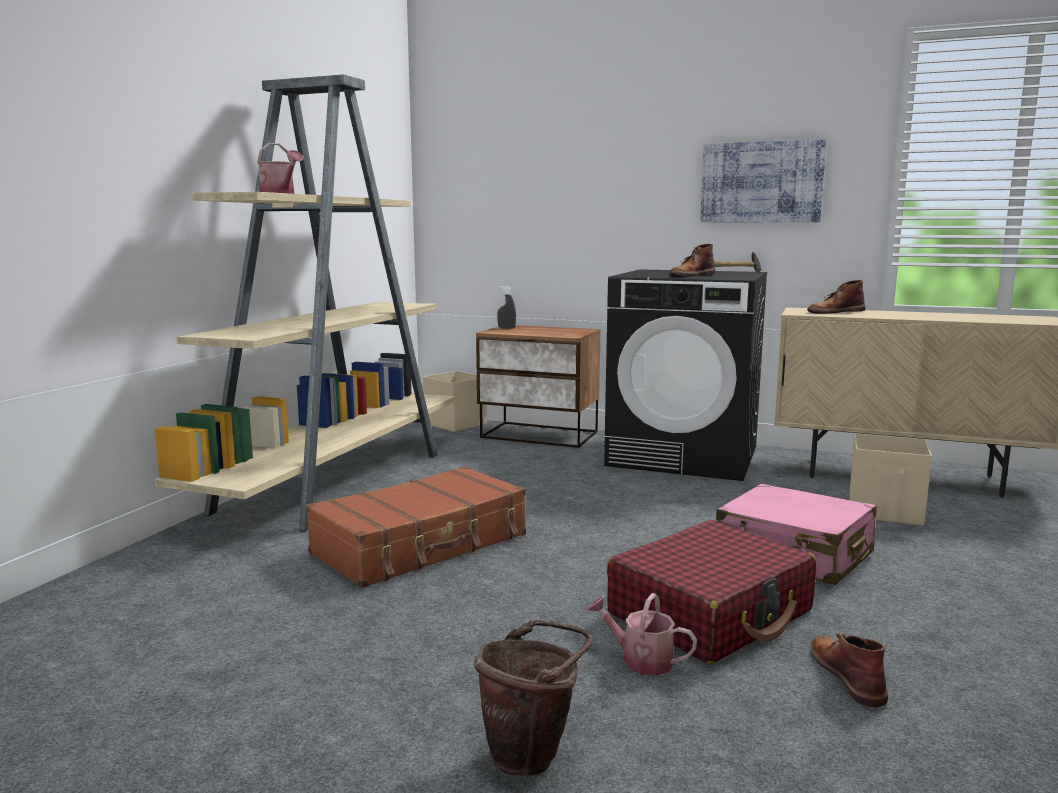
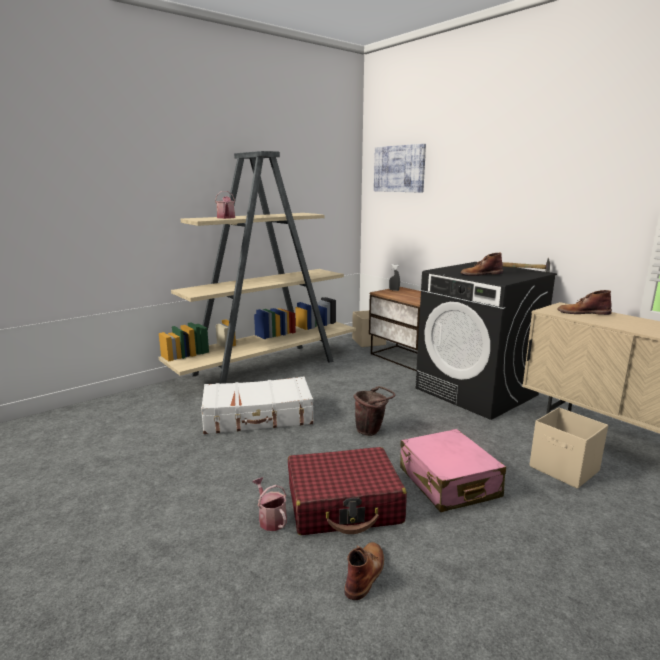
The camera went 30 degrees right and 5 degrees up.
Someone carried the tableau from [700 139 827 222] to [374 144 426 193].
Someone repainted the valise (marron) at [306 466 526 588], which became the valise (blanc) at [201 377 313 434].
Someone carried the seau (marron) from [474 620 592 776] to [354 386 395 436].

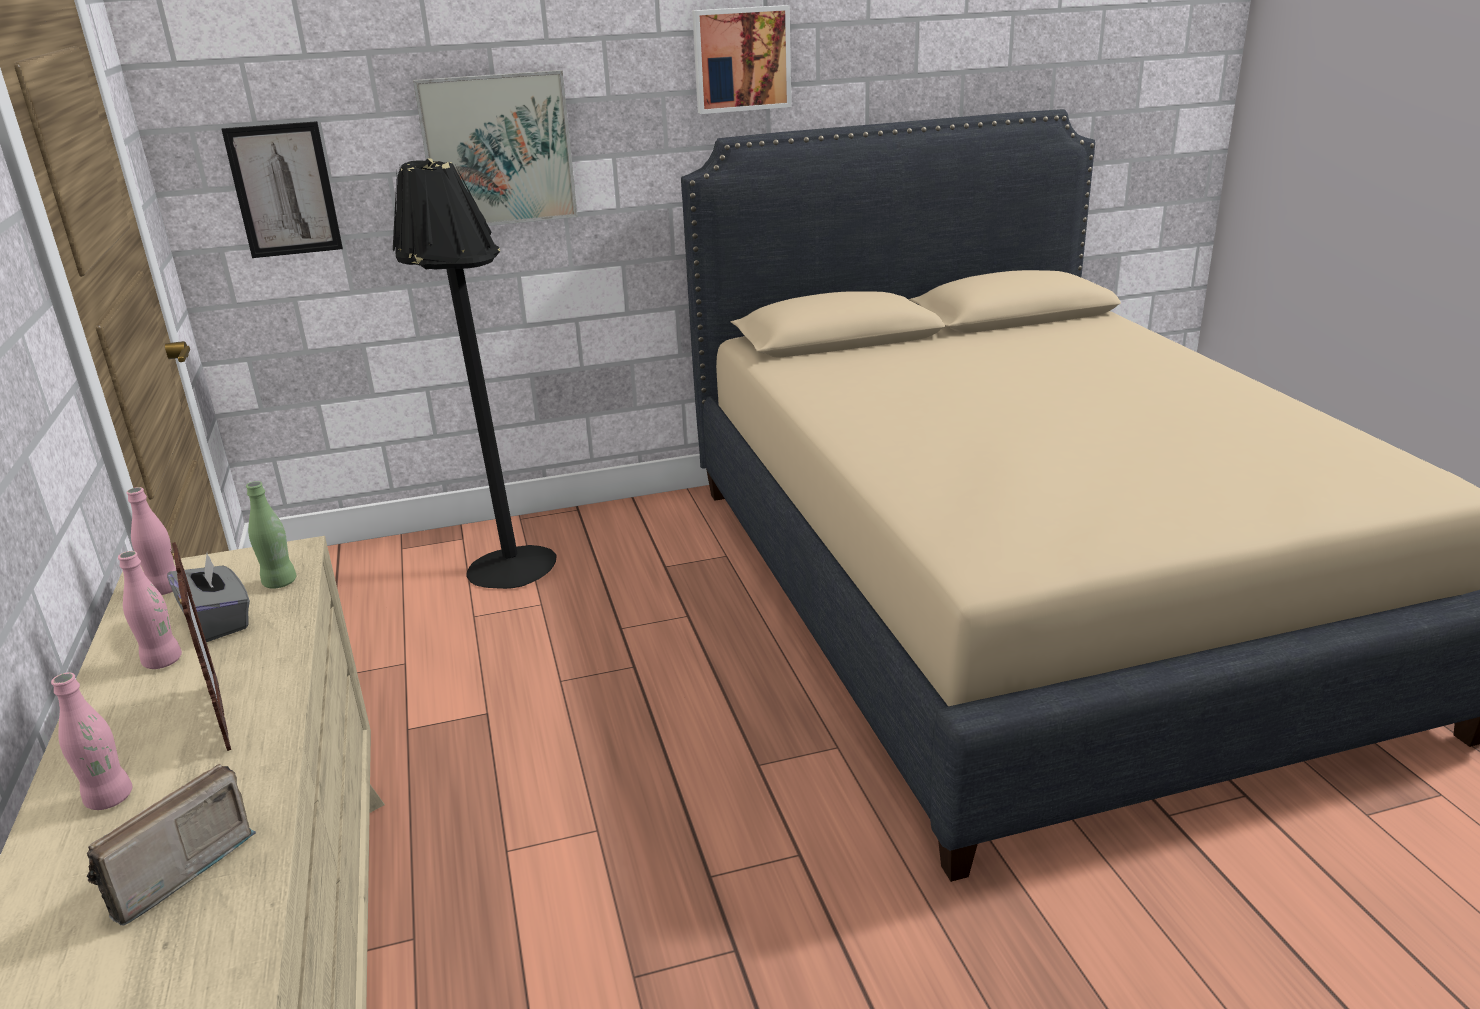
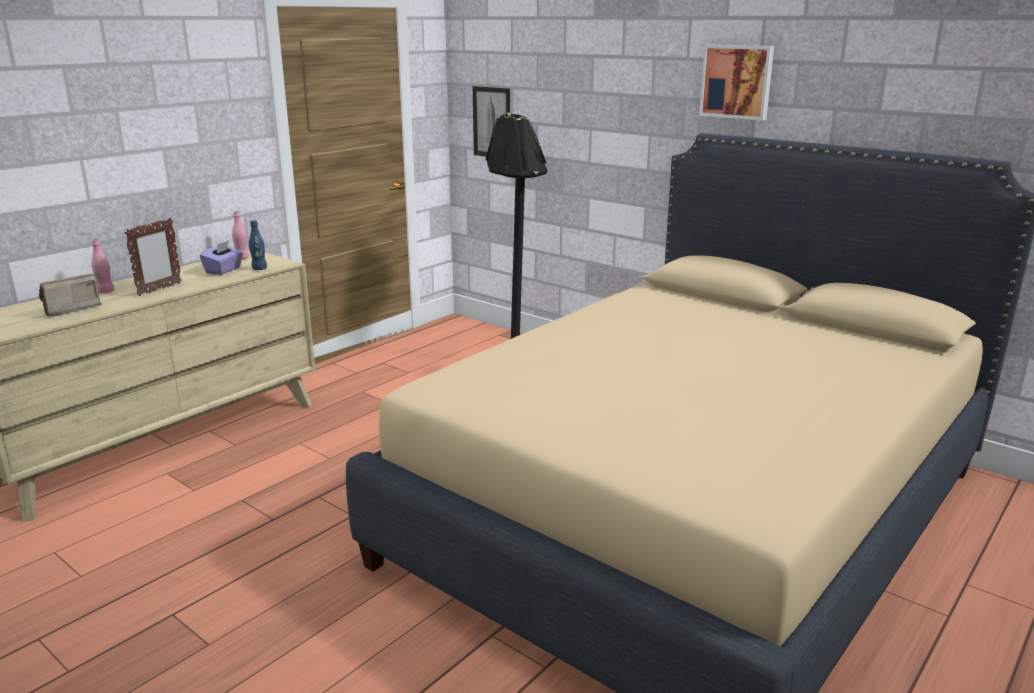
The camera went 55 degrees right and 5 degrees down.
Someone took away the tableau at [413 70 578 226].
Someone repainted the bouteille (vert) at [246 481 297 589], which became the bouteille (bleu) at [249 220 267 270].
Someone took away the bouteille (rose) at [118 551 182 669].
Someone repainted the boîte à mouchoirs (gris) at [167 553 250 642], which became the boîte à mouchoirs (violet) at [200 241 243 275].
Someone rotated the radio at [87 764 256 925] by 45 degrees counterclockwise.

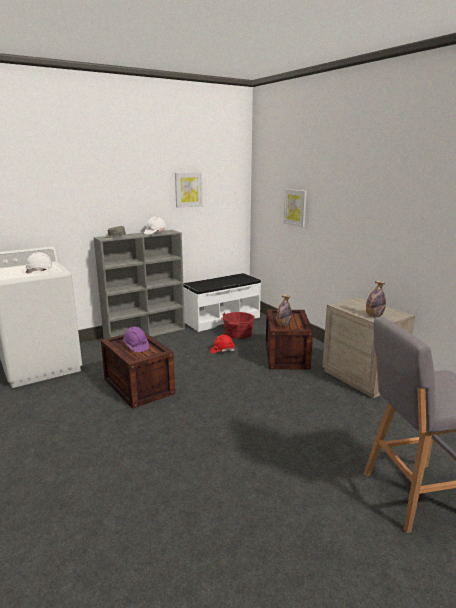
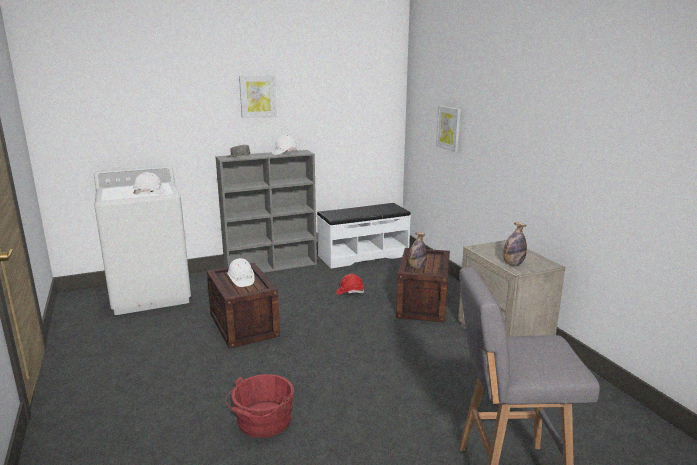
The camera went 10 degrees right and 0 degrees up.
Someone carried the tableau from [175 172 203 208] to [239 75 277 118].
Someone carried the seau (rouge) from [221 312 255 339] to [225 374 294 438].
Someone repainted the casque de chantier (violet) at [123 327 149 352], which became the casque de chantier (blanc) at [227 258 254 287].

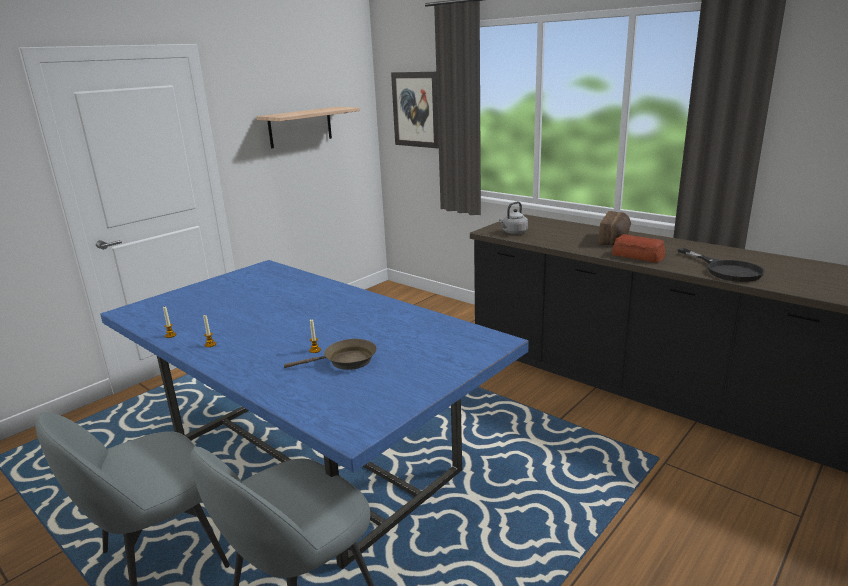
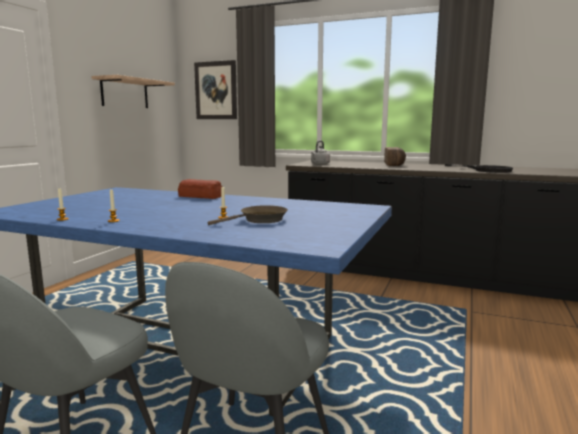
The camera went 20 degrees left and 10 degrees down.
Someone carried the pain from [612 234 665 263] to [178 179 222 199].

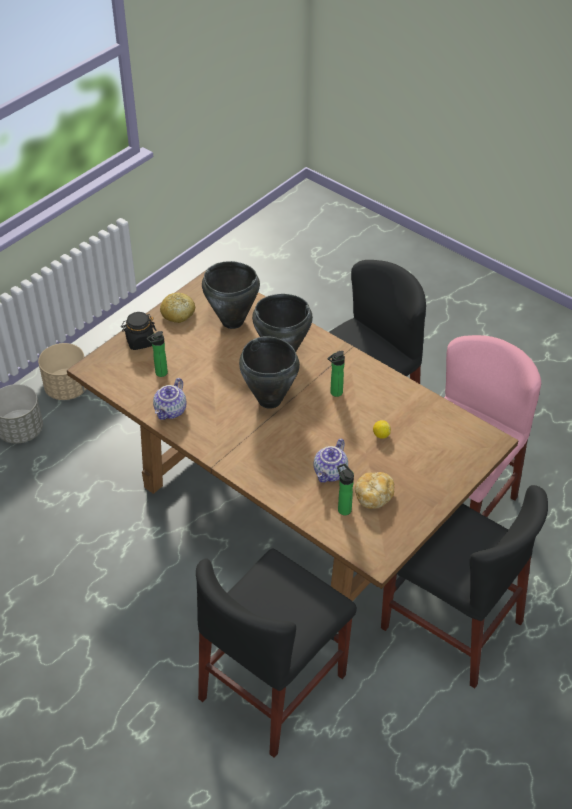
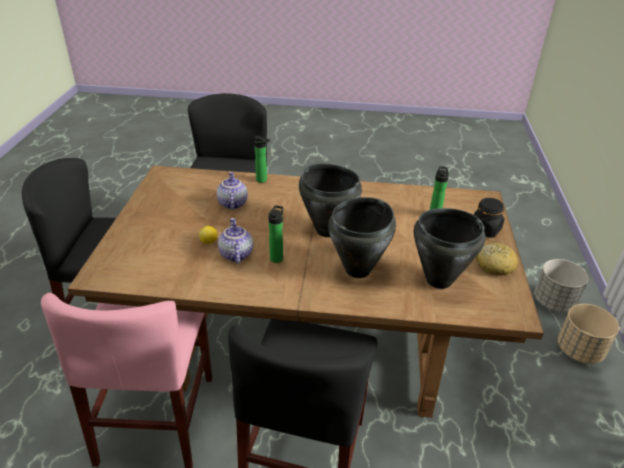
The camera went 145 degrees right and 10 degrees down.
Someone carried the théière from [153 378 186 420] to [218 218 253 264].
Someone carried the bouteille from [337 464 354 515] to [254 136 270 183].
Someone took away the pain at [355 472 394 509].

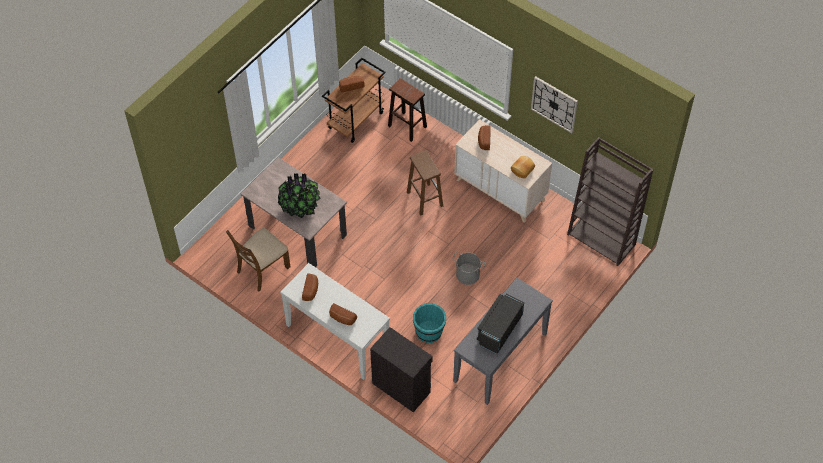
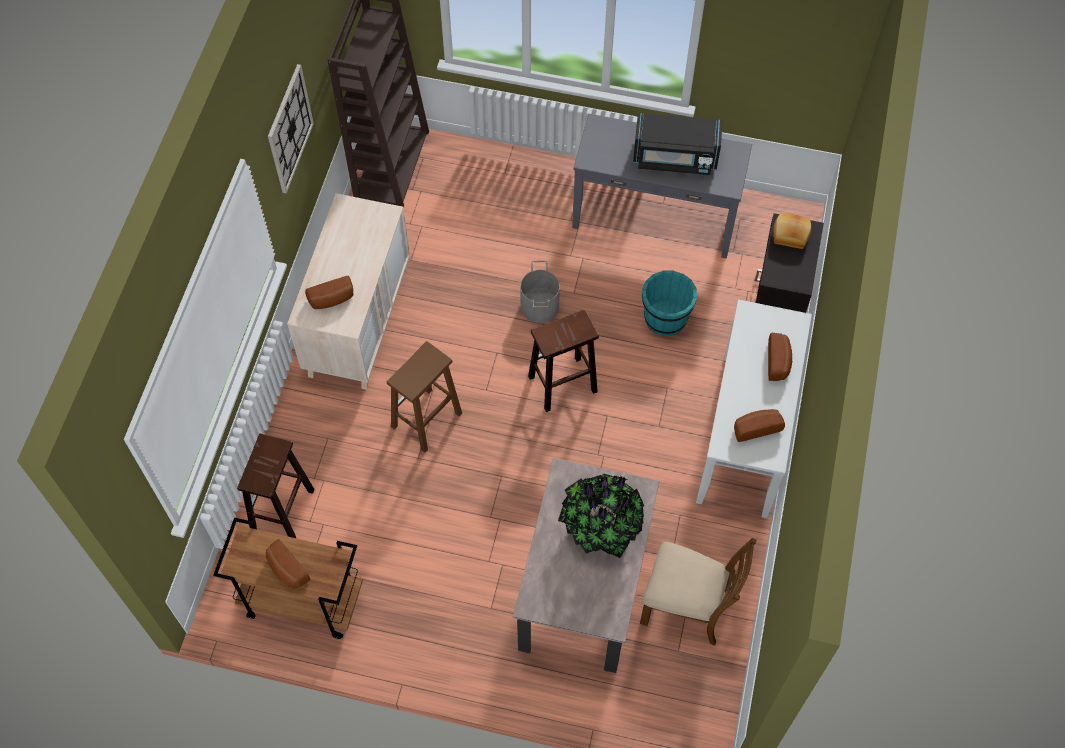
The camera went 115 degrees left and 5 degrees up.
Someone carried the pain from [511 156 535 179] to [773 213 811 249].
Someone put down the tabouret (marron) at [528 310 599 412].

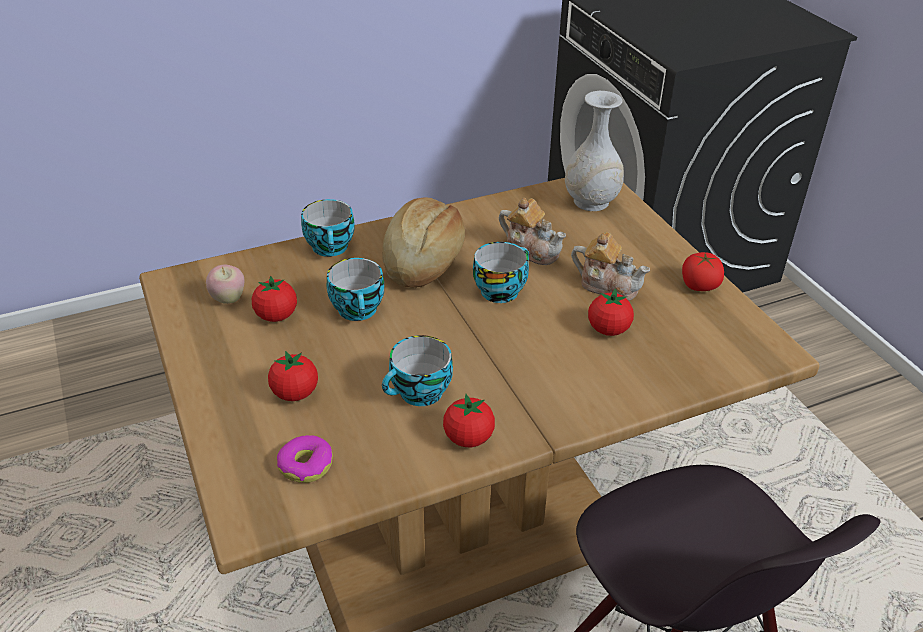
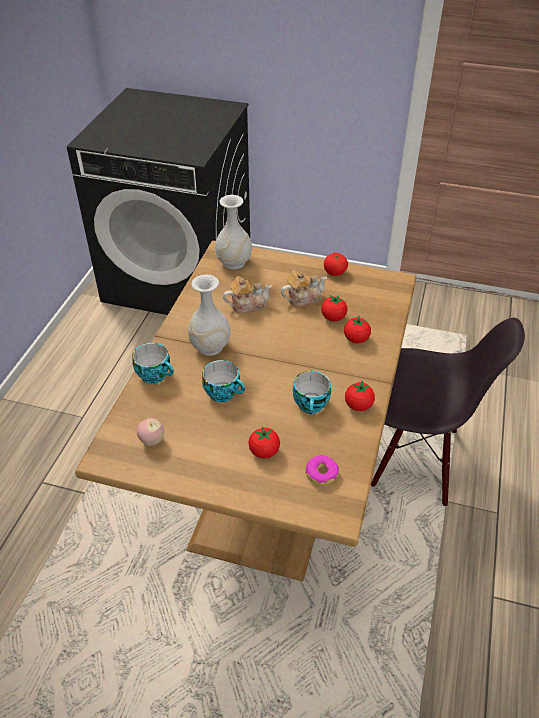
The camera went 50 degrees left and 5 degrees up.
Someone swapped the pain at [382 197 465 288] for the vase (blanc) at [188 275 230 356].
Someone took away the tasse at [473 242 529 303].
Someone carried the tomate from [252 276 297 322] to [344 316 371 343].

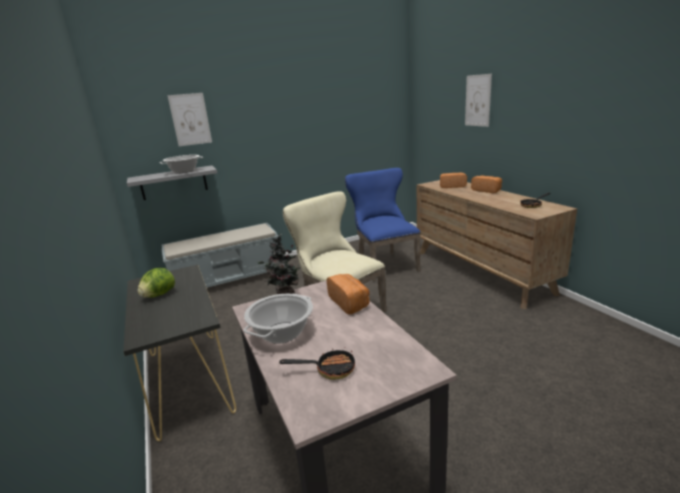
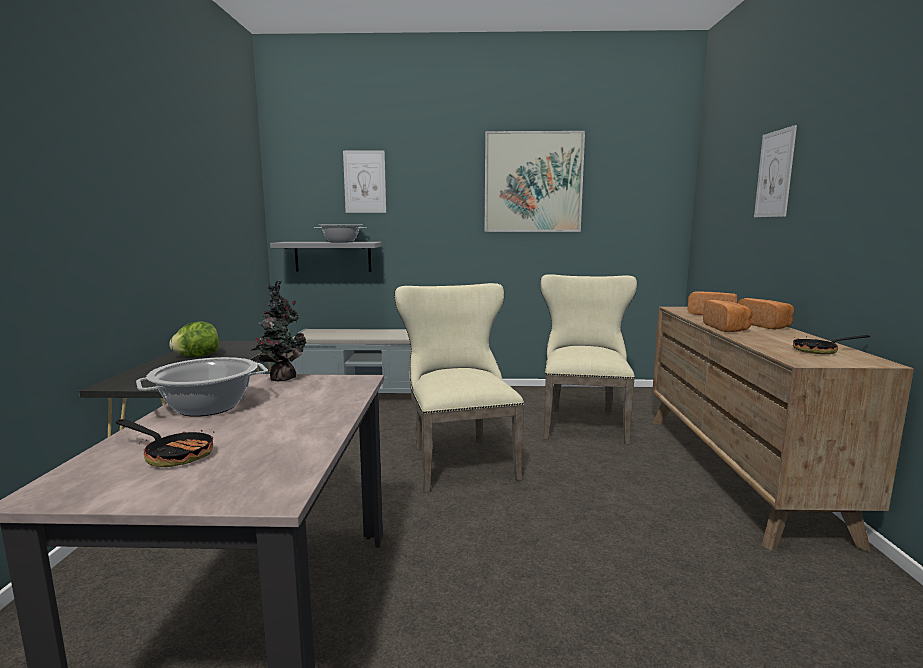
The camera went 25 degrees right and 10 degrees down.
Someone repainted the chaise (bleu) at [345 168 421 281], which became the chaise (beige) at [540 274 637 445].
Someone carried the pain from [327 274 370 314] to [703 300 753 332].
Someone put up the tableau at [484 131 585 232].

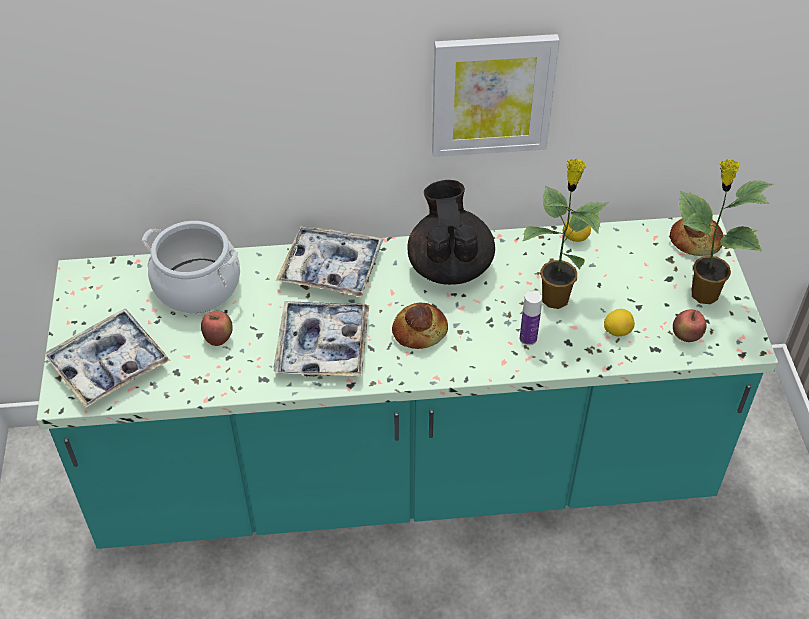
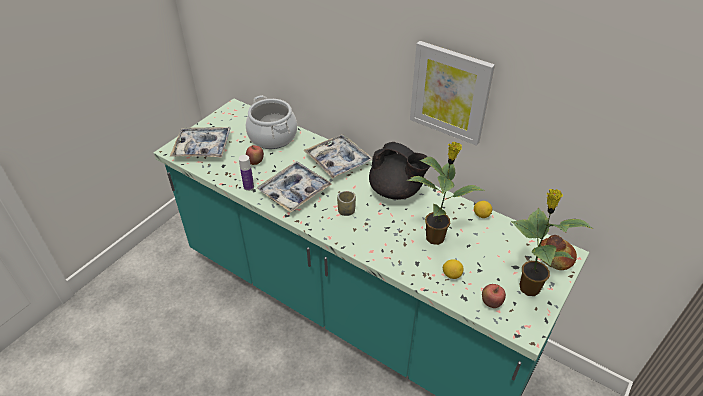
The camera went 40 degrees right and 5 degrees down.
Someone rotated the théière (noir) at [407 180 495 285] by 90 degrees clockwise.
Someone carried the bouteille from [520 290 542 346] to [239 155 254 191].
Someone swapped the pain at [392 303 448 349] for the tasse at [337 191 356 216].

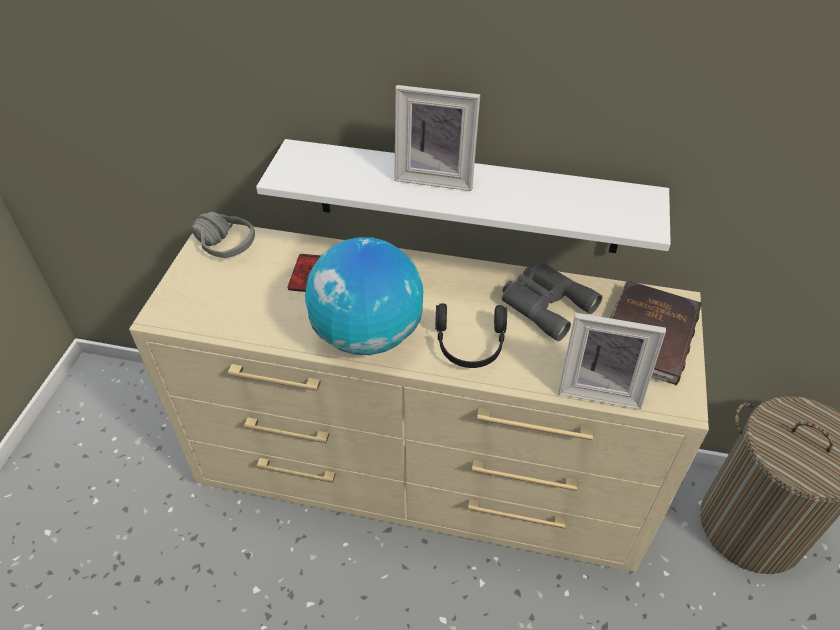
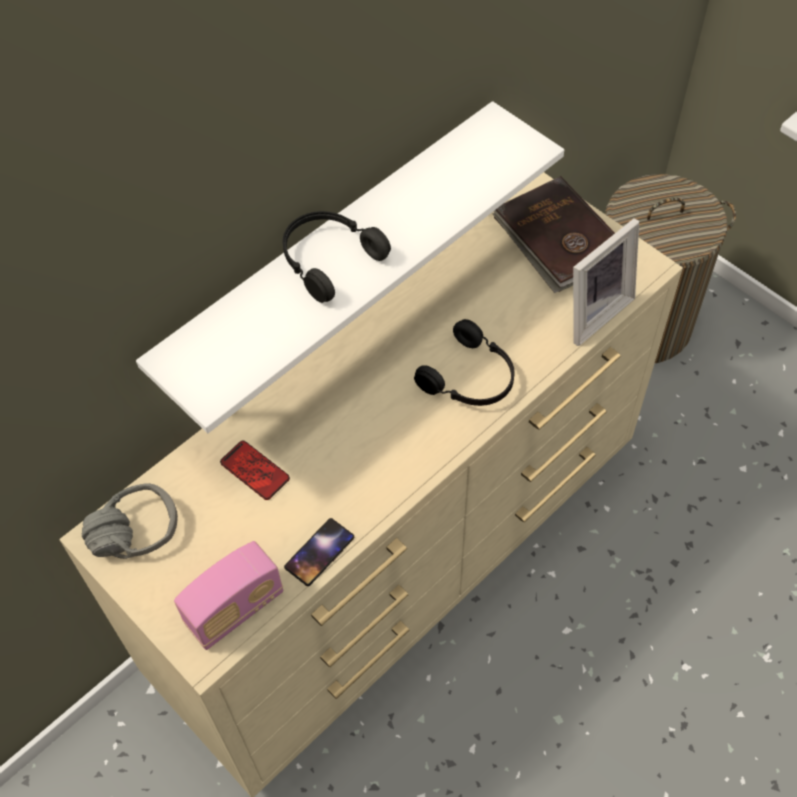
The camera went 55 degrees left and 10 degrees up.
Someone swapped the cadre photo at [394 85 480 191] for the casque audio (noir) at [283 211 391 303].
Someone took away the globe at [305 237 423 355].
Someone took away the jumelles (gris) at [502 262 602 341].
Someone put down the téléphone at [284 518 354 586].
Someone put down the radio at [174 541 283 650].

